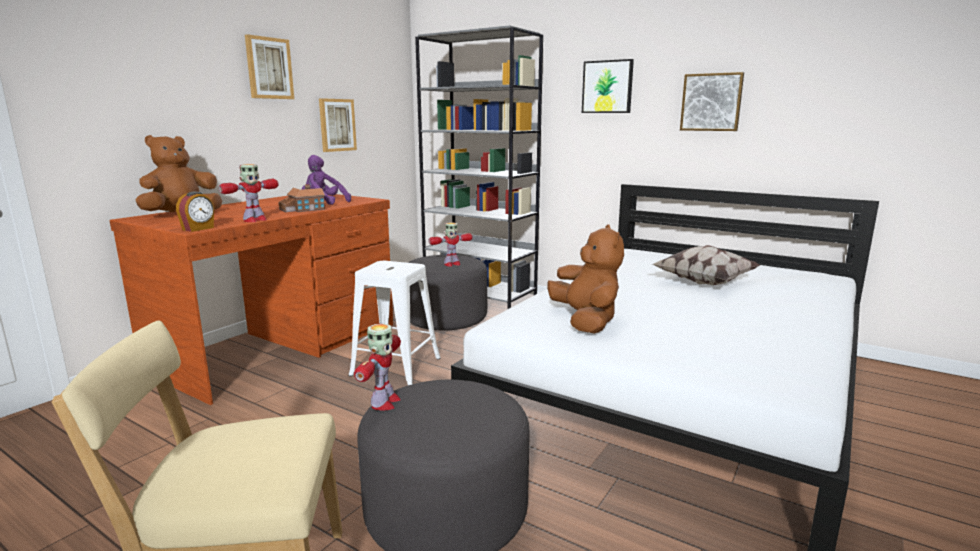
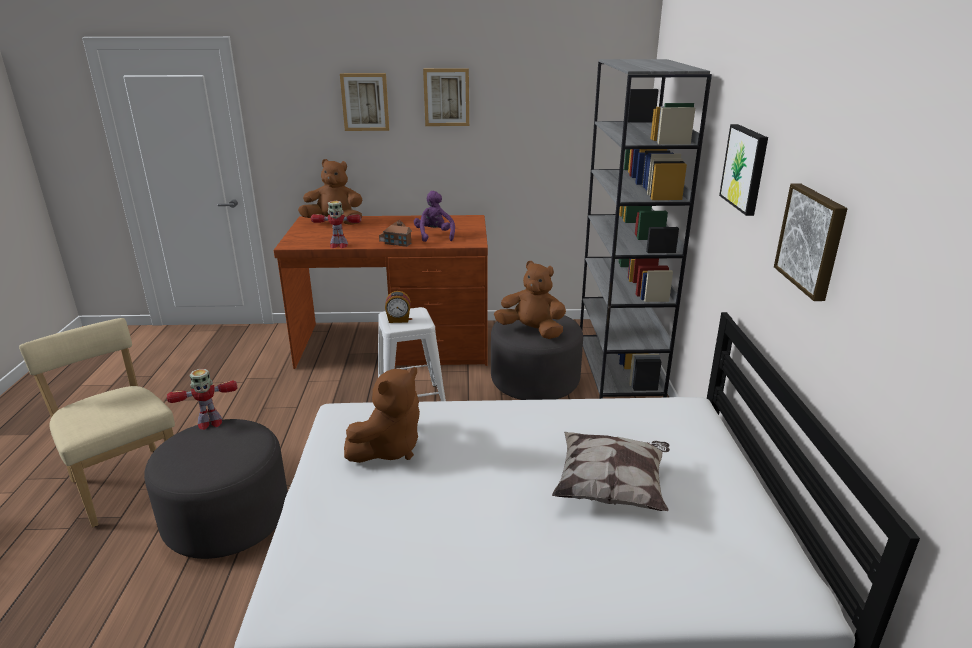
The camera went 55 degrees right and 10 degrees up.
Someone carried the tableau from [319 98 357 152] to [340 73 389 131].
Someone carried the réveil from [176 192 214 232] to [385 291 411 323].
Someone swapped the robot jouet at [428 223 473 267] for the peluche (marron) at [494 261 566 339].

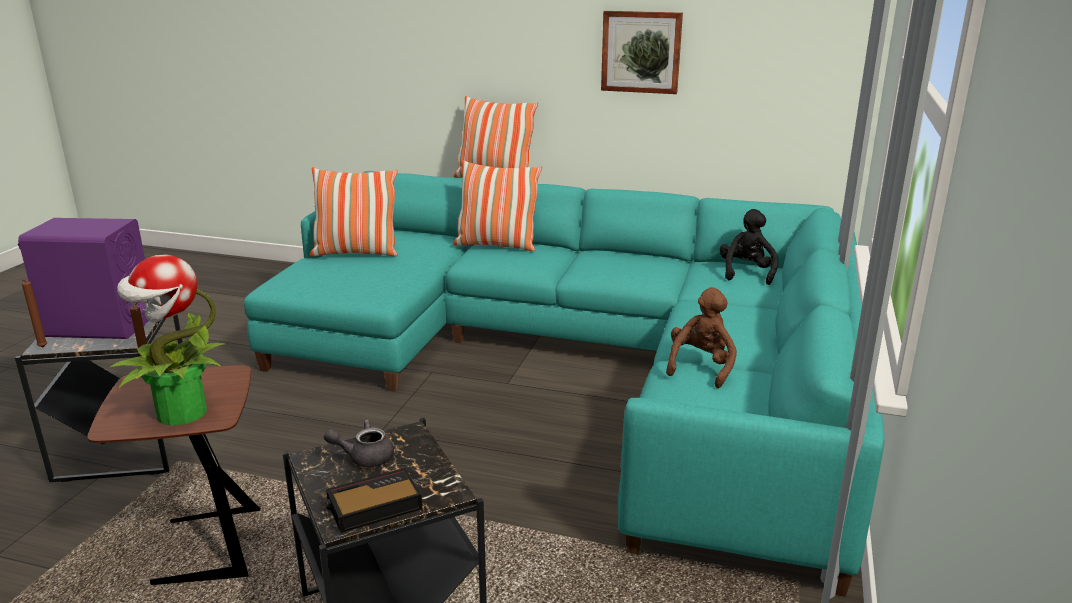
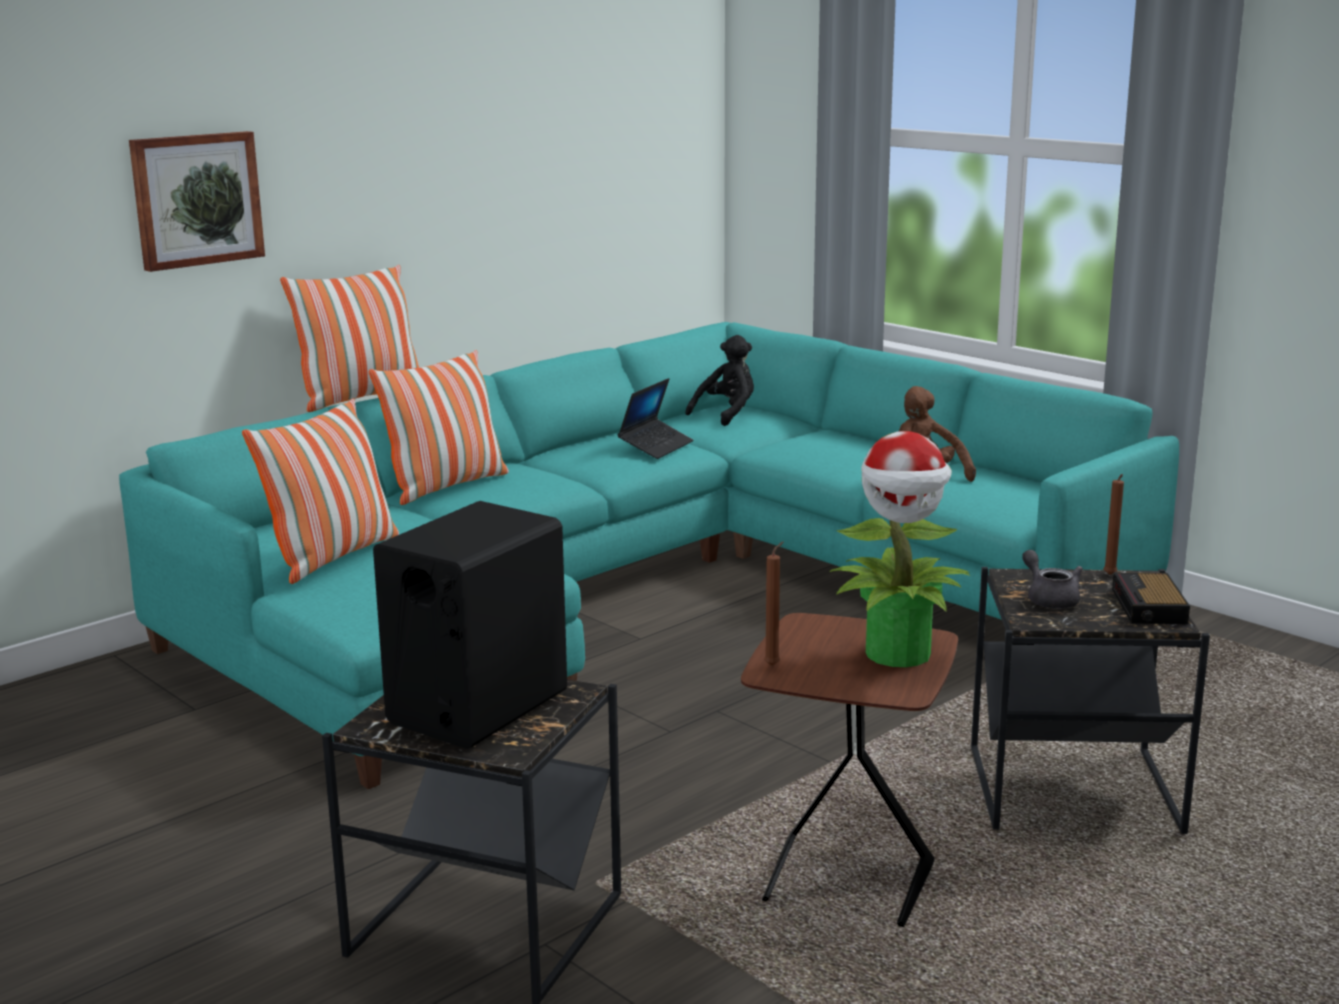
The camera went 60 degrees left and 5 degrees down.
Someone carried the tableau from [601 11 683 94] to [129 131 265 272].
Someone rotated the peluche (noir) at [720 209 778 285] by 90 degrees clockwise.
Someone repainted the enceinte (violet) at [18 218 149 339], which became the enceinte (noir) at [373 501 567 749].
Someone carried the bougie (marron) from [15 277 47 347] to [1104 474 1124 575].
Someone rotated the théière (gris) at [324 420 394 467] by 135 degrees clockwise.
Someone put down the ordinateur portable at [618 378 693 459].

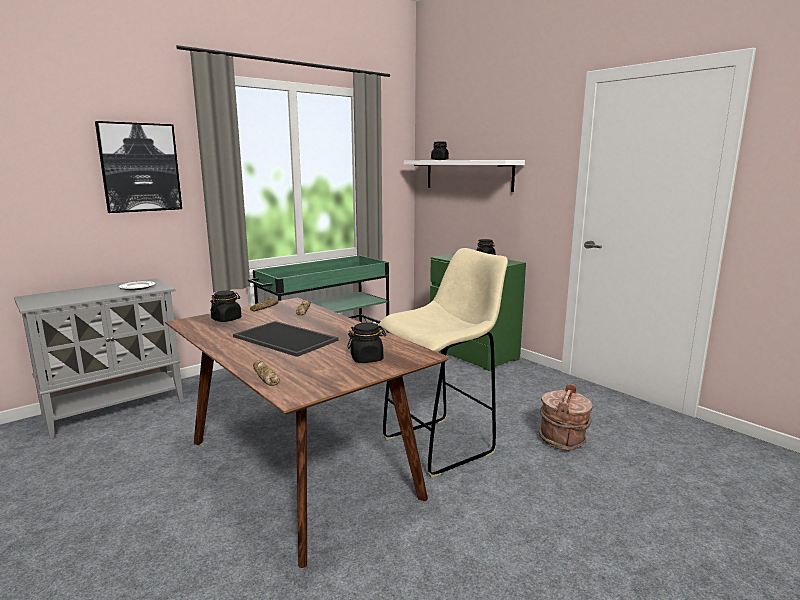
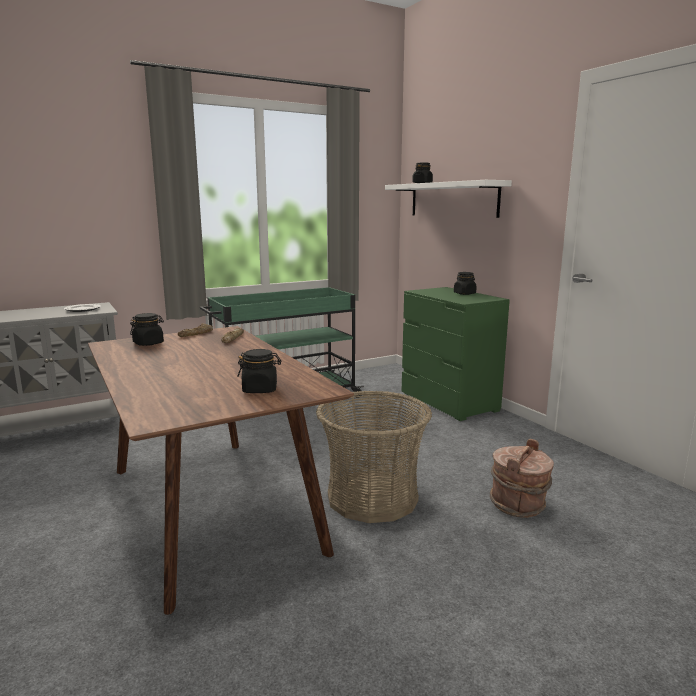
The camera went 10 degrees right and 0 degrees up.
Someone took away the tableau at [95 121 182 213].
Someone swapped the tabouret (beige) at [379 248 508 478] for the panier at [316 391 432 523].
Someone took away the plateau at [233 321 338 357].
Someone took away the pain at [253 360 280 386].

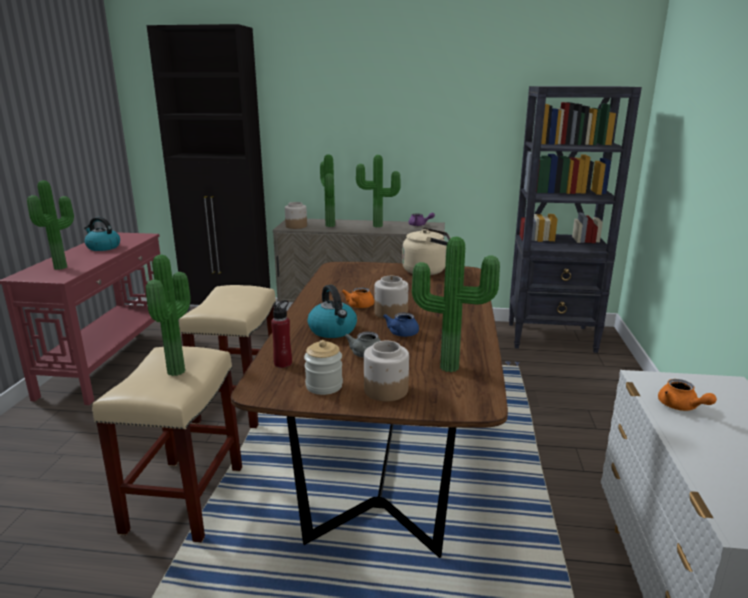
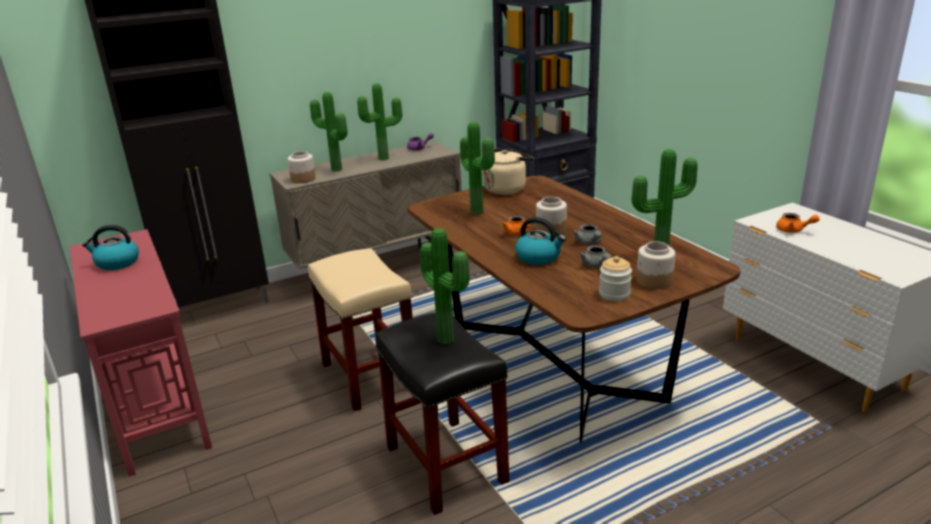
The camera went 35 degrees left and 5 degrees up.
Someone carried the plante en pot from [27 180 74 270] to [460 122 495 215].
Someone took away the bouteille (rouge) at [271 300 292 368].
Someone repainted the théière (bleu) at [383 313 419 337], which became the théière (gris) at [572 224 602 245].
Someone repainted the tabouret (beige) at [92 346 242 543], which became the tabouret (noir) at [375 312 510 515].

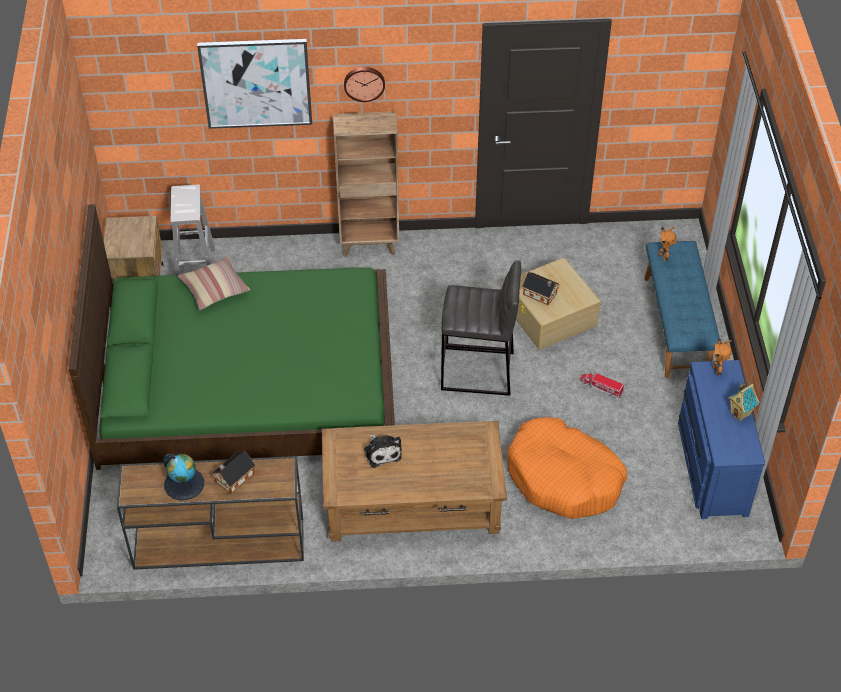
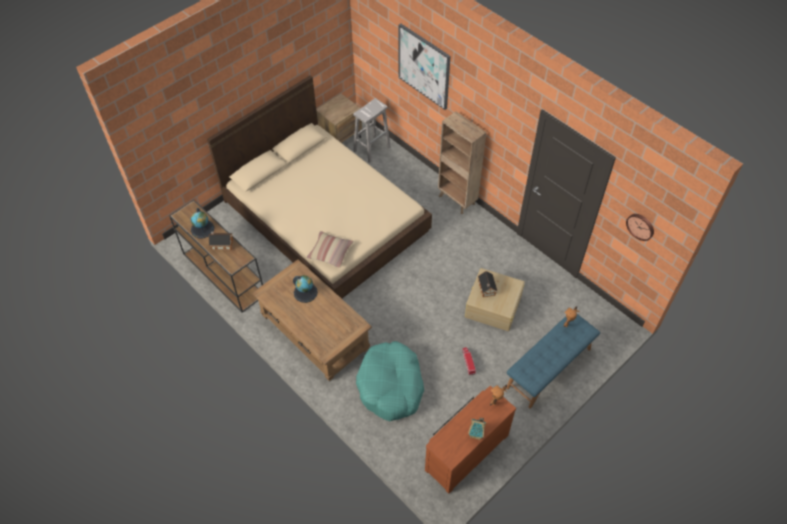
The camera went 50 degrees right and 5 degrees up.
Someone carried the horloge murale from [344 67 385 102] to [626 214 654 241].
Someone repainted the lit (vert) at [69 204 395 470], which became the lit (beige) at [207 76 432 299].
Someone carried the coussin from [178 256 250 310] to [307 231 354 268].
Someone took away the tabouret (gris) at [441 261 521 396].
Someone repainted the commode (bleu) at [678 360 765 519], which became the commode (marron) at [425 386 516 494].
Someone repainted the panier pour chien (orange) at [507 417 627 519], which became the panier pour chien (turquoise) at [356 341 424 421].
Someone swapped the peluche at [364 434 402 468] for the globe at [293 275 318 303].

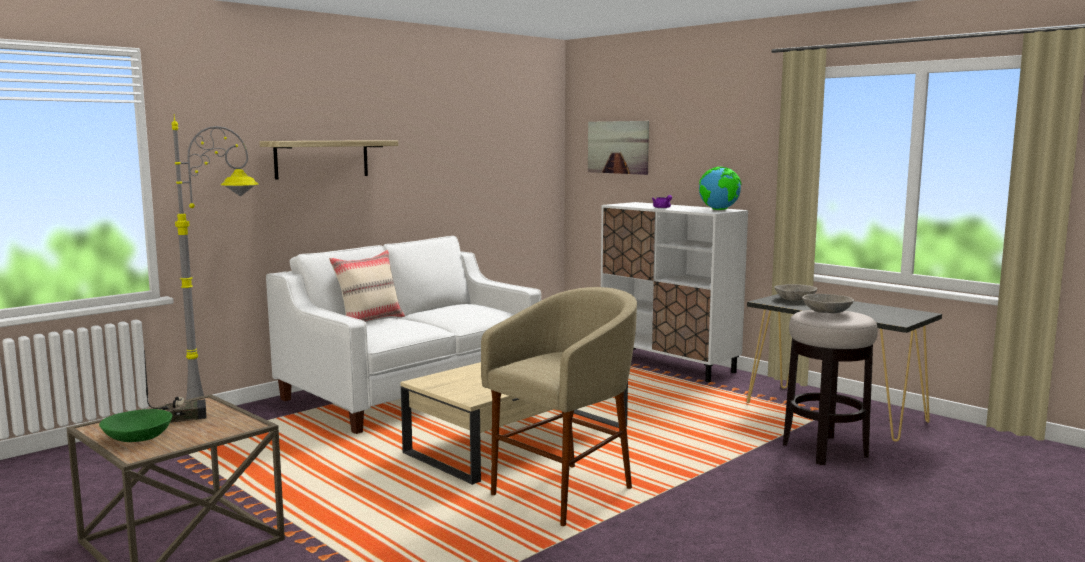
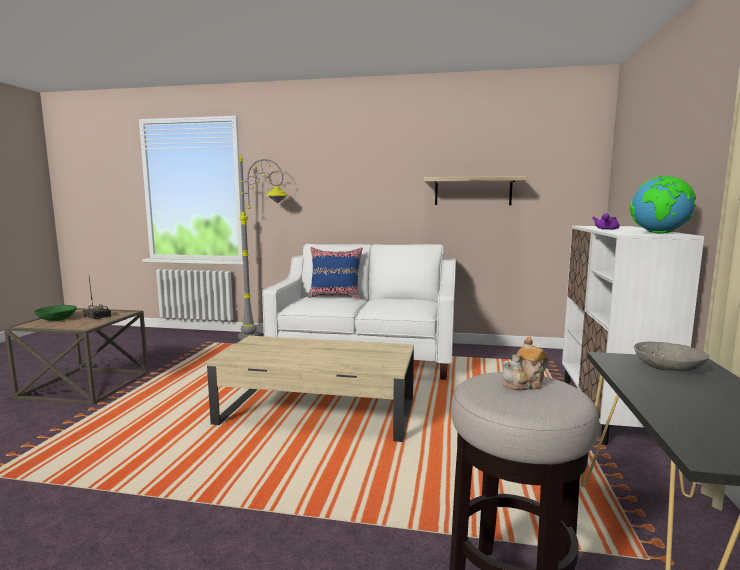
The camera went 55 degrees right and 0 degrees up.
Someone took away the tableau at [588 121 649 175].
Someone carried the étagère from [259 140 398 180] to [424 176 527 205].
Someone repainted the coussin (beige) at [329 250 405 321], which became the coussin (bleu) at [308 247 363 299].
Someone took away the tabouret (beige) at [481 287 637 526].
Someone swapped the bol (gris) at [802 294 854 313] for the théière at [501 337 549 390].

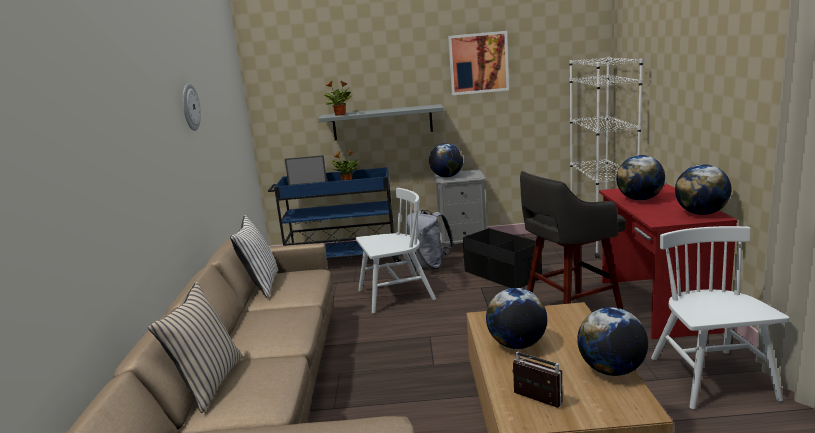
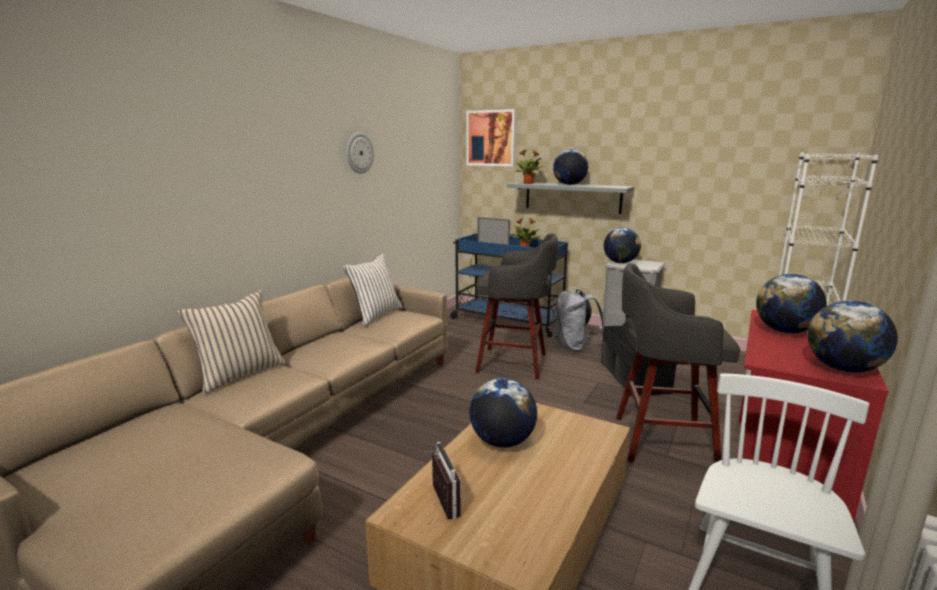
The camera went 30 degrees right and 0 degrees up.
Someone carried the tableau from [448 31 509 95] to [466 109 516 166].
Someone swapped the chaise (blanc) at [356 188 436 314] for the tabouret (gris) at [475 233 558 379].
Someone carried the globe from [577 307 648 376] to [553 149 588 185].

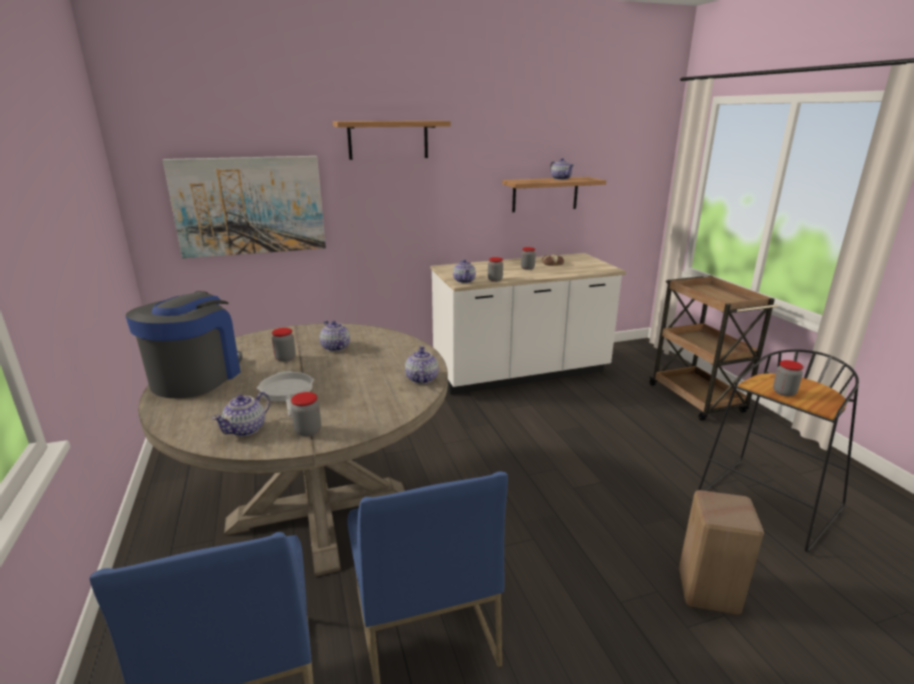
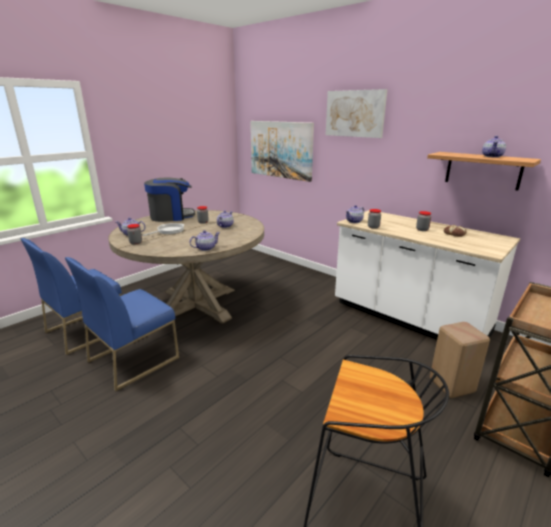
The camera went 60 degrees right and 0 degrees up.
Someone swapped the étagère at [333 121 451 160] for the tableau at [326 89 387 138].
Someone took away the bocal at [773 360 804 396].
Someone carried the tabouret (beige) from [679 490 764 615] to [430 322 490 398].

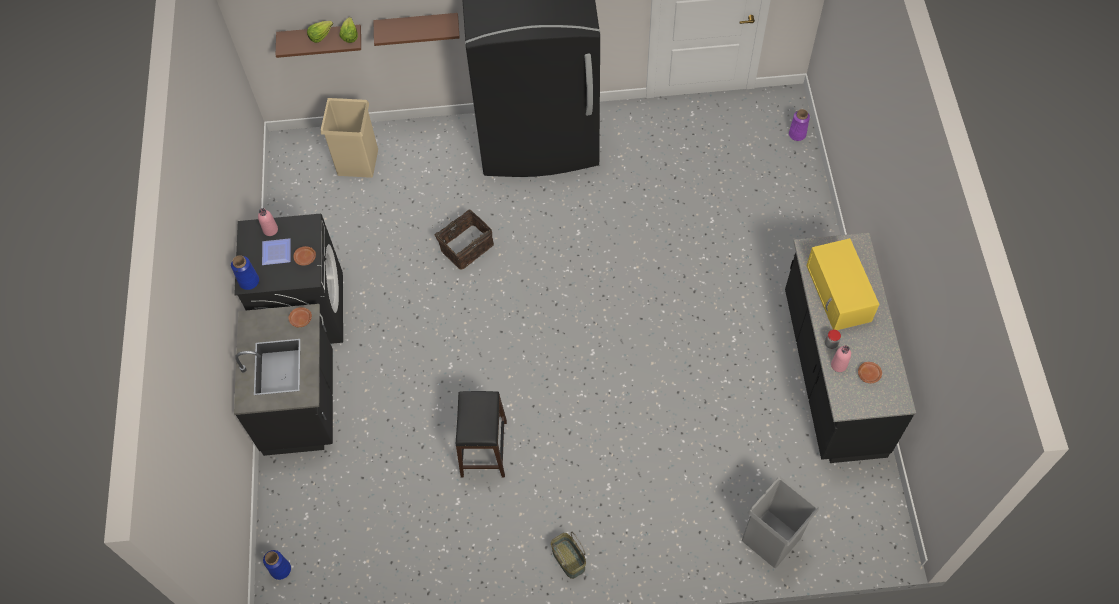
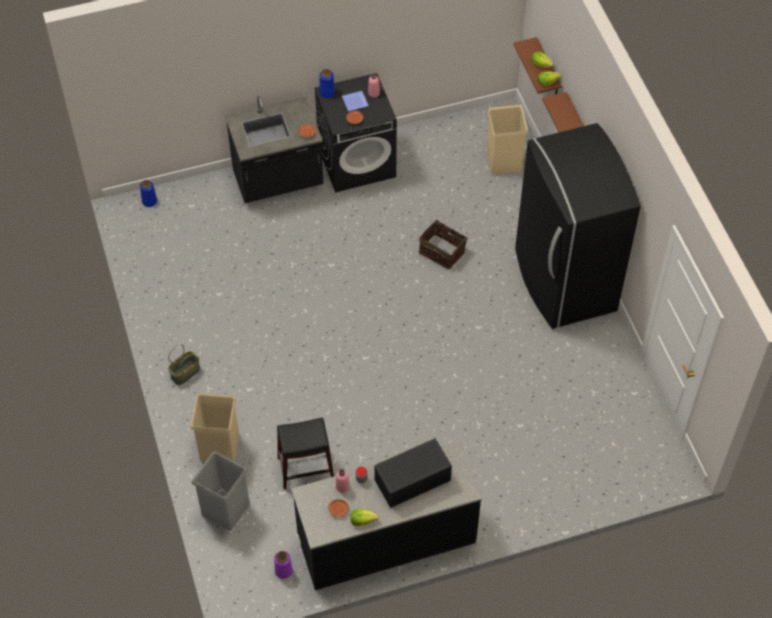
The camera went 75 degrees right and 5 degrees down.
Someone carried the vase (violet) from [789 109 810 141] to [274 551 293 579].
Someone repainted the micro-ondes (jaune) at [806 238 879 330], which became the micro-ondes (noir) at [374 438 452 508].
Someone carried the tabouret (noir) from [456 391 507 478] to [277 418 334 489].
Someone put down the poubelle (beige) at [191 393 239 462].
Someone put down the laitue at [350 509 379 526].

